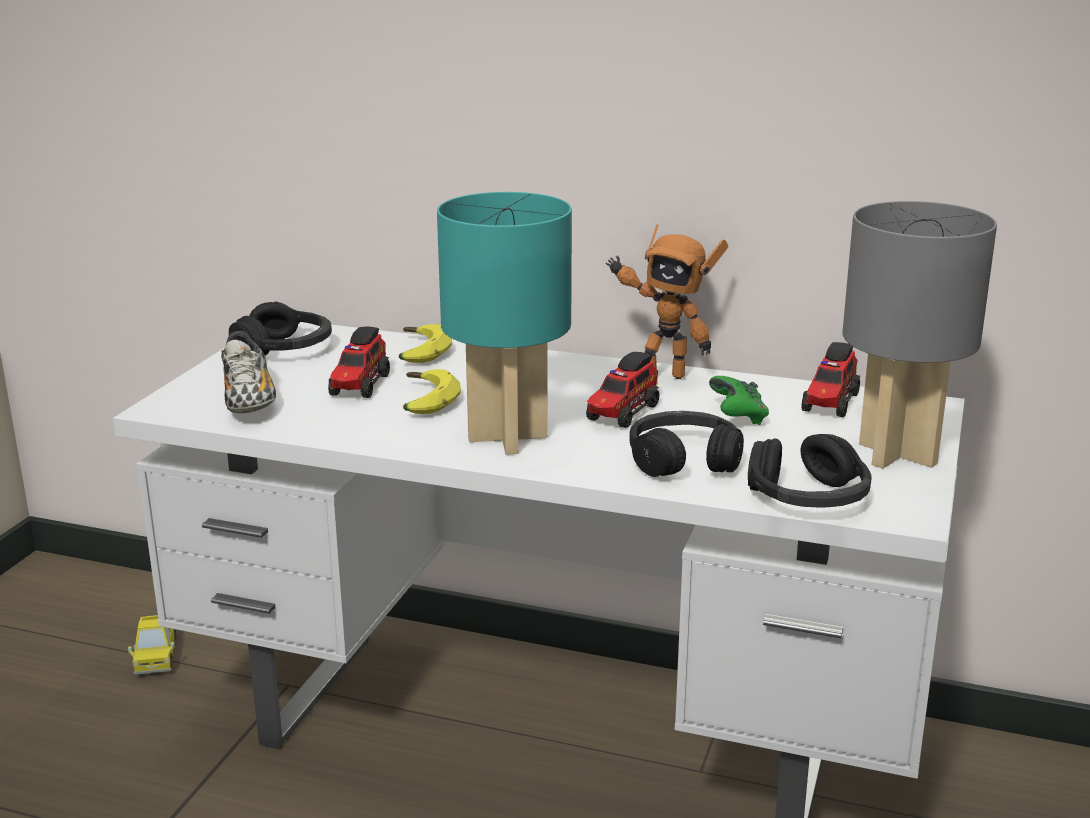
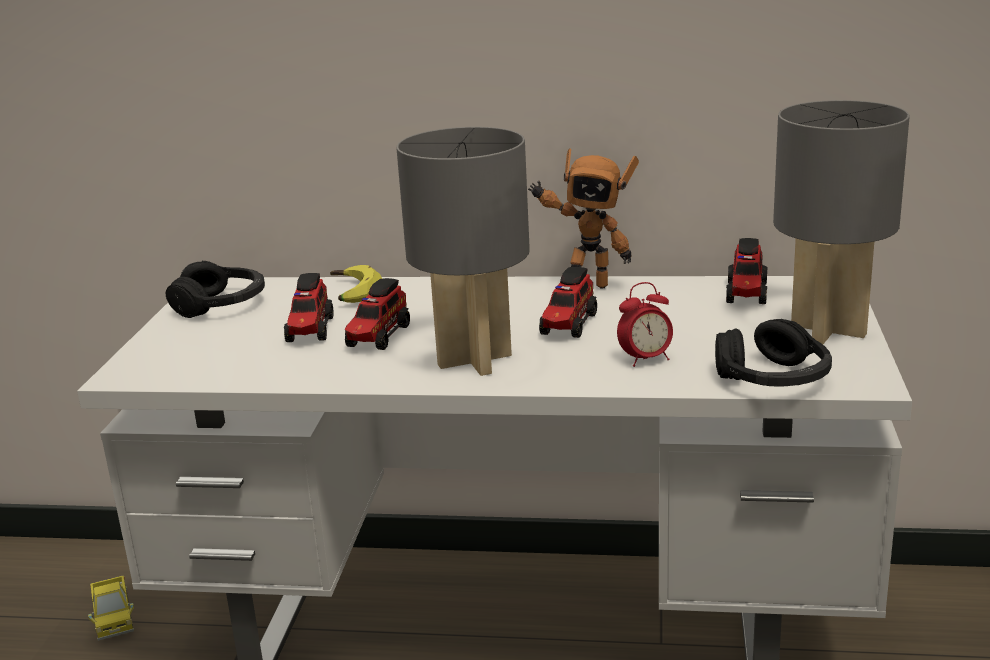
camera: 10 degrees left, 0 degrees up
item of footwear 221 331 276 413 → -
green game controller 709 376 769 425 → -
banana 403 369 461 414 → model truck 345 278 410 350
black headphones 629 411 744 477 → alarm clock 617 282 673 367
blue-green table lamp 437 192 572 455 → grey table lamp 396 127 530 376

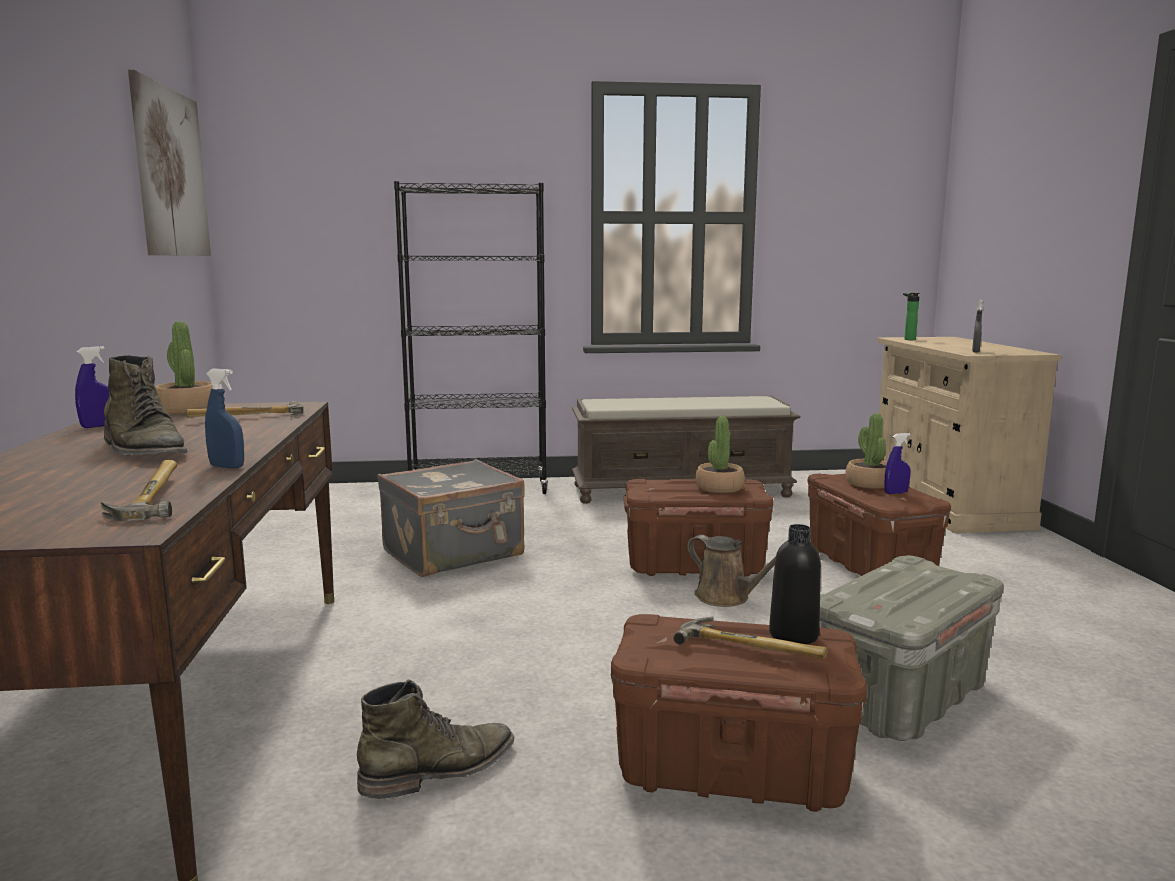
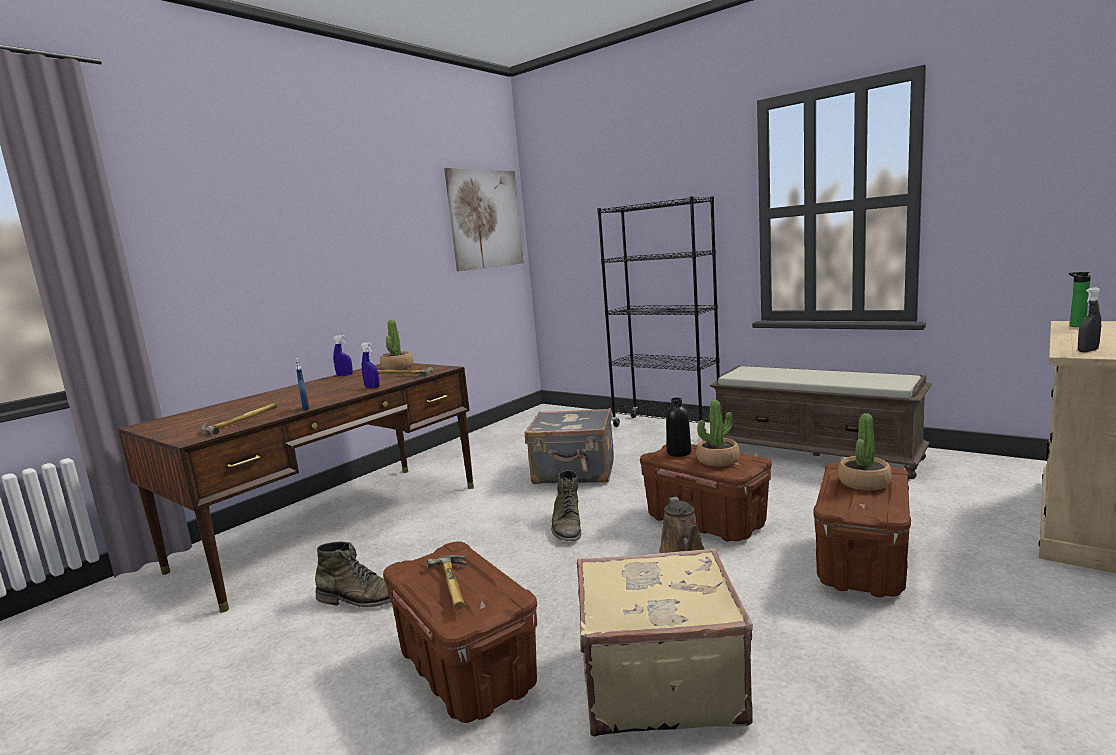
camera: 45 degrees right, 0 degrees up
green boot 104 355 187 455 → green boot 551 470 581 541, move
black drink bottle 769 524 821 644 → black drink bottle 666 398 691 457, move
blue sprayer 884 433 911 494 → blue sprayer 361 342 380 388, move
grey storage container 819 556 1004 741 → sand-coloured suitcase 577 548 753 737

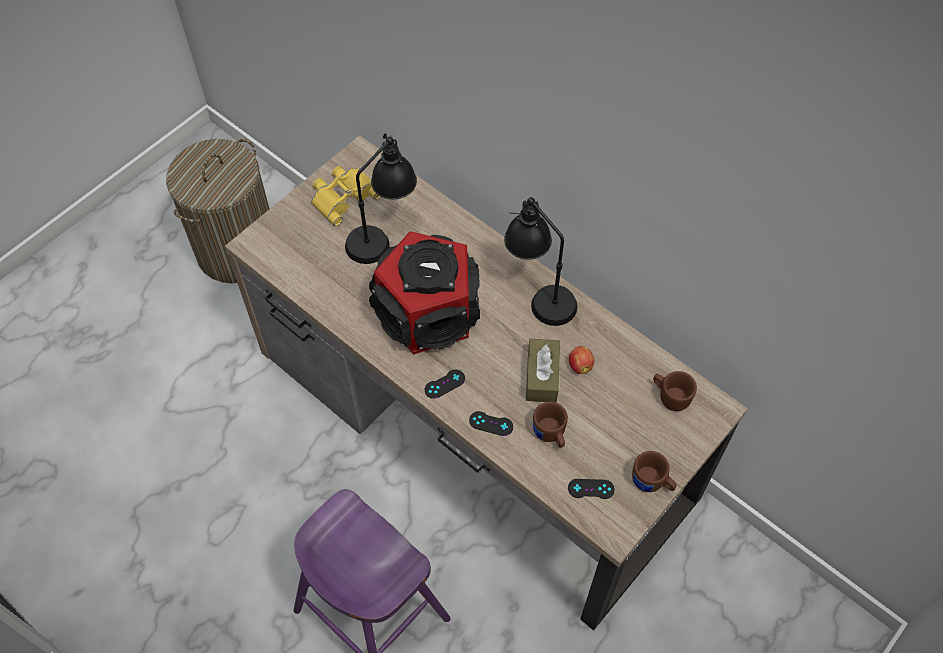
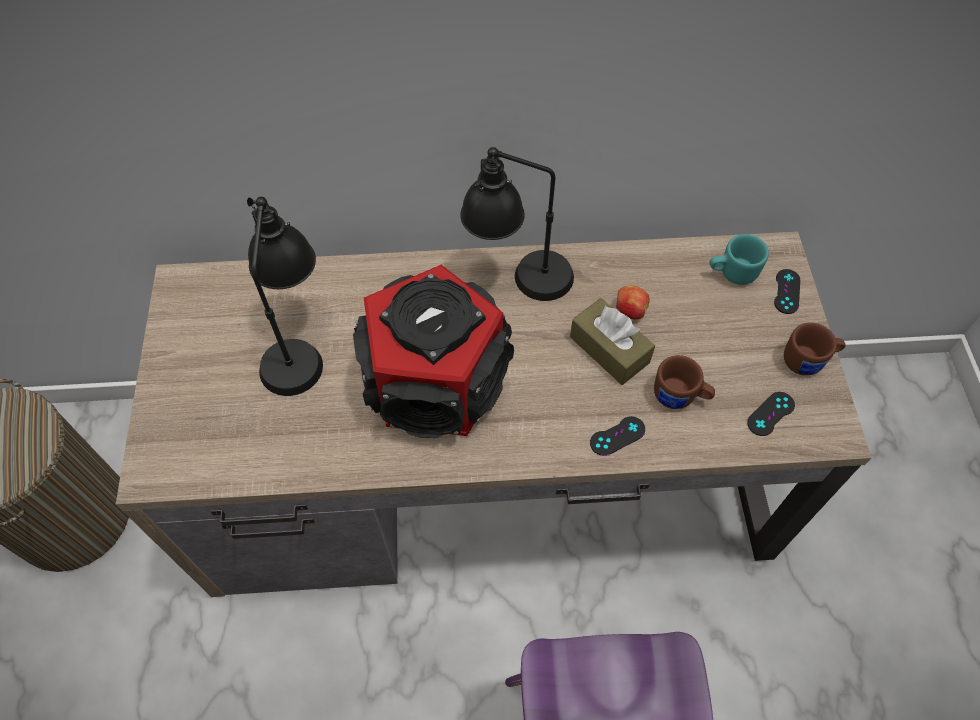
camera: 45 degrees left, 0 degrees up
yellow-coloured field glasses 311 166 381 226 → -
black game controller 425 369 465 399 → black game controller 774 269 800 314, move
brown-coloured tea mug 653 371 697 411 → blue-green tea mug 709 234 769 285

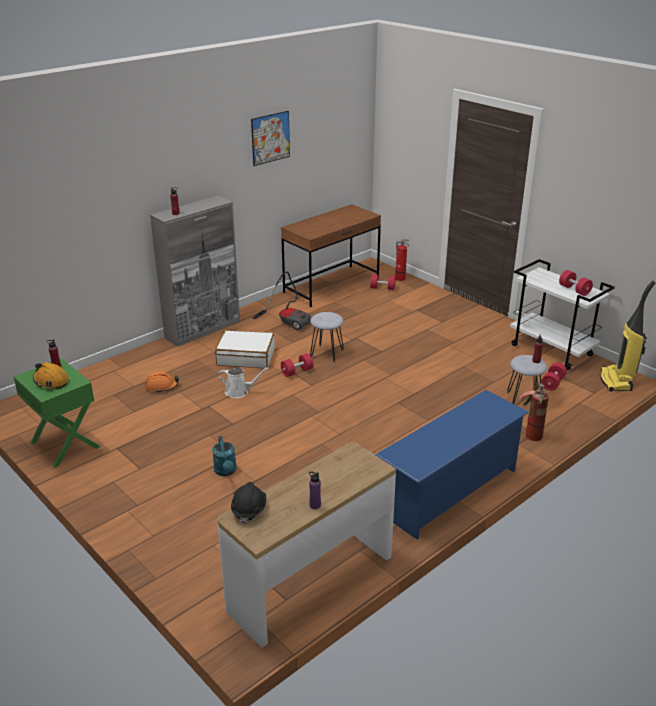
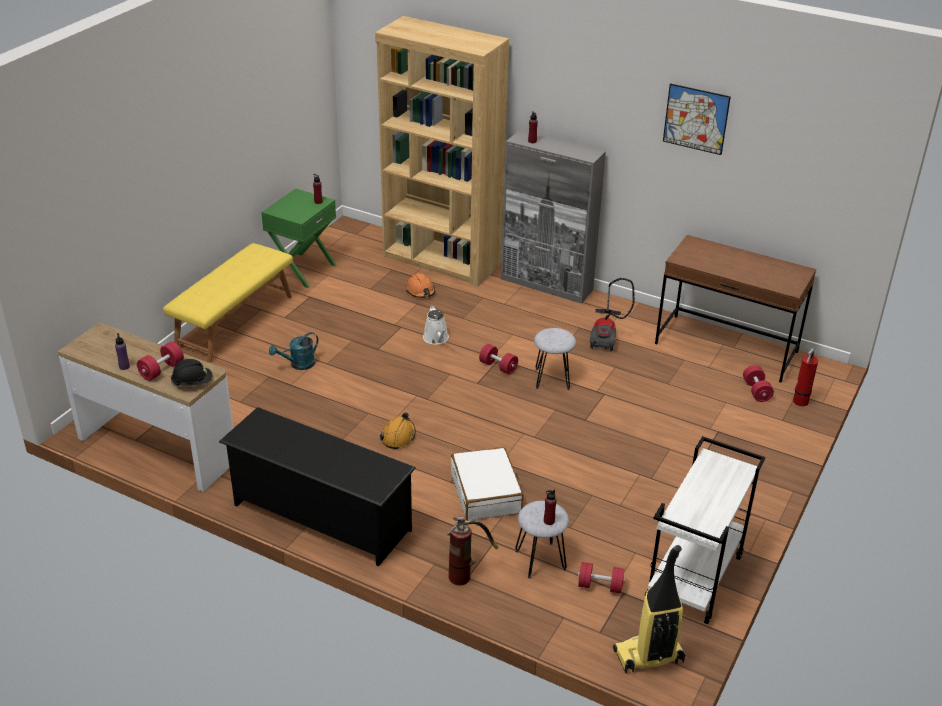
camera: 70 degrees right, 5 degrees up
- → yellow-coloured long seat 163 243 293 363
- → brown-coloured bookcase 375 16 509 287
orange-coloured hard hat 33 362 69 389 → orange-coloured hard hat 380 412 416 449, move
white-coloured suitcase 215 330 275 368 → white-coloured suitcase 451 447 524 521, move
black hard hat 231 482 266 524 → black hard hat 171 359 212 386, move
red-coloured free weight 559 270 593 296 → red-coloured free weight 137 342 184 381, move
blue shoe shelf 375 390 529 539 → black shoe shelf 219 407 416 567

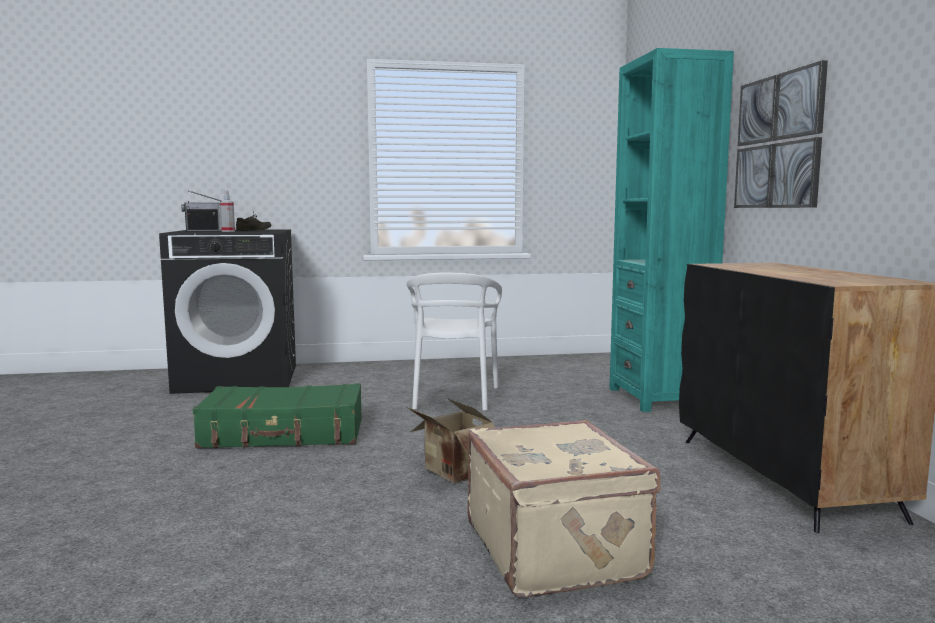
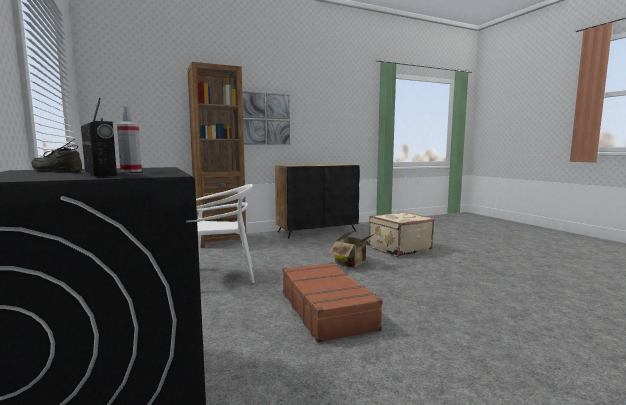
camera: 105 degrees left, 0 degrees up
green suitcase 193 383 362 448 → brown-coloured suitcase 282 262 383 343
blue-green bookcase 609 48 734 412 → brown-coloured bookcase 187 62 246 248

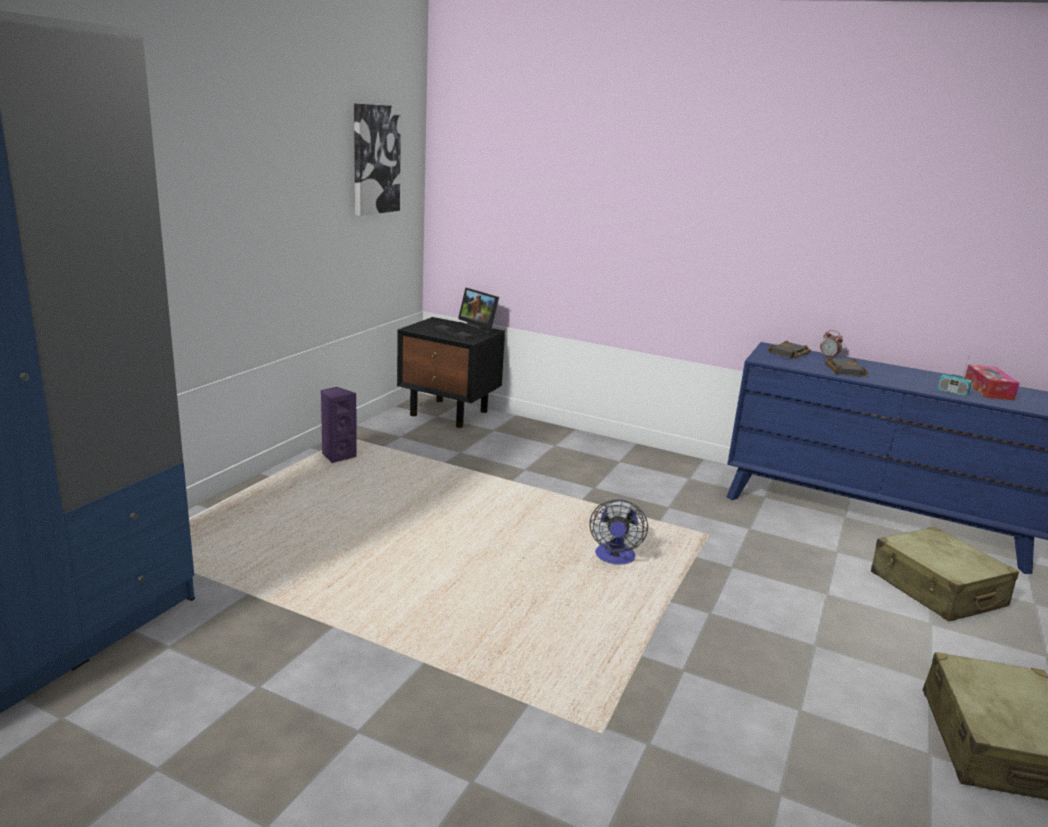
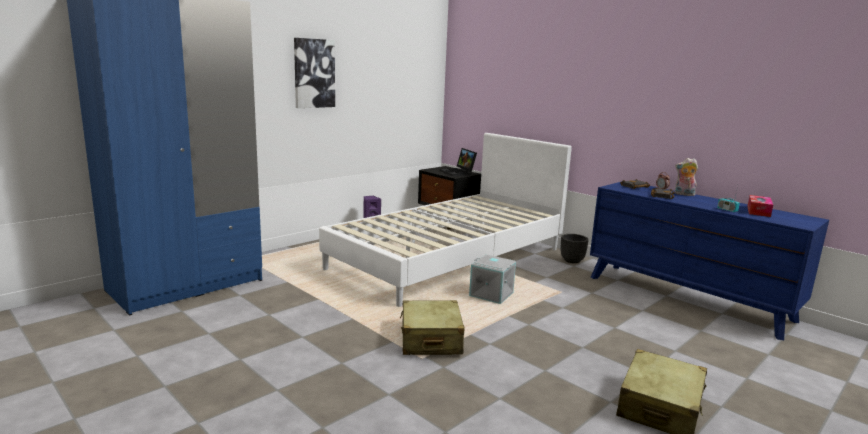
camera: 20 degrees right, 5 degrees down
- → white-coloured bedroom bed 319 133 572 307
- → black plant pot 561 234 589 263
- → plush toy 675 158 698 196
wall art 354 103 401 216 → wall art 294 38 335 108, move
sand-coloured suitcase 871 527 1019 621 → sand-coloured suitcase 400 300 465 355, move
electric fan 589 499 648 565 → grey storage container 469 255 516 304

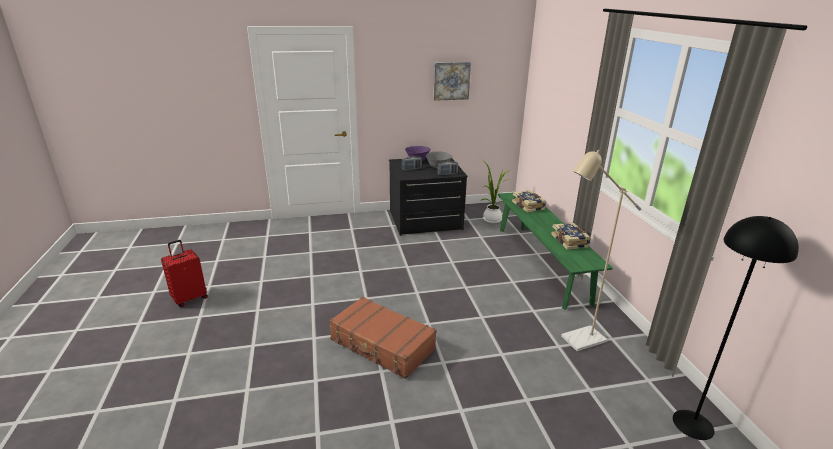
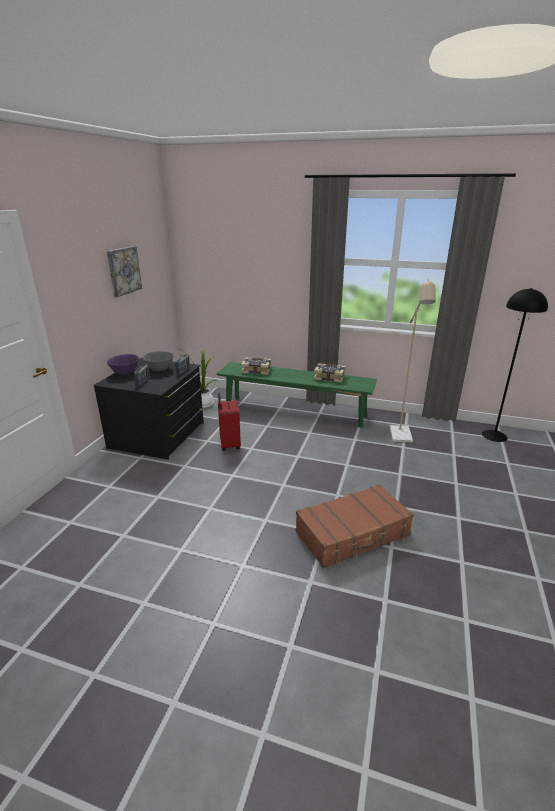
camera: 60 degrees left, 0 degrees up
red-coloured suitcase 161 240 208 307 → red-coloured suitcase 218 393 241 451, move

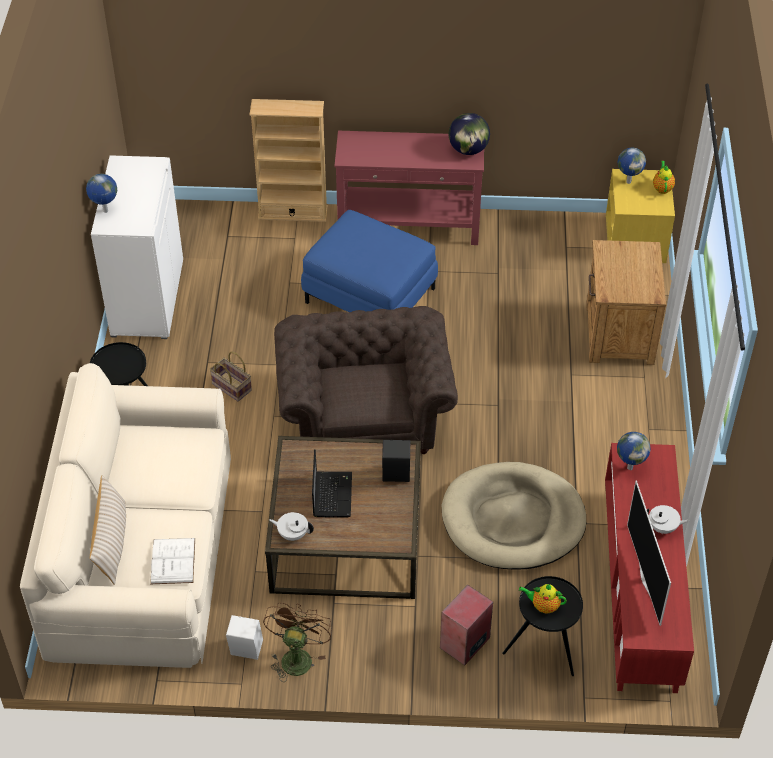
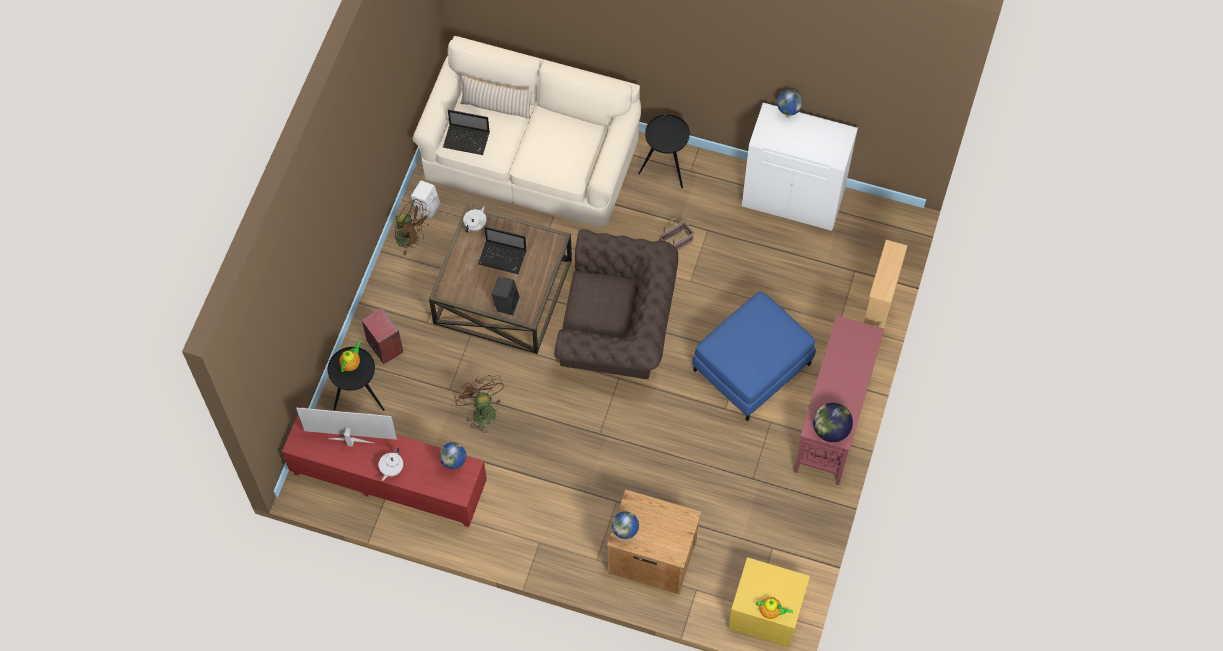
camera: 105 degrees right, 15 degrees up
globe 618 147 646 184 → globe 612 511 639 539, move
white-coloured bound book 150 538 195 584 → notebook computer 443 110 490 155
sand-coloured dog cushion 442 462 586 570 → brown-coloured electric fan 454 375 504 433

